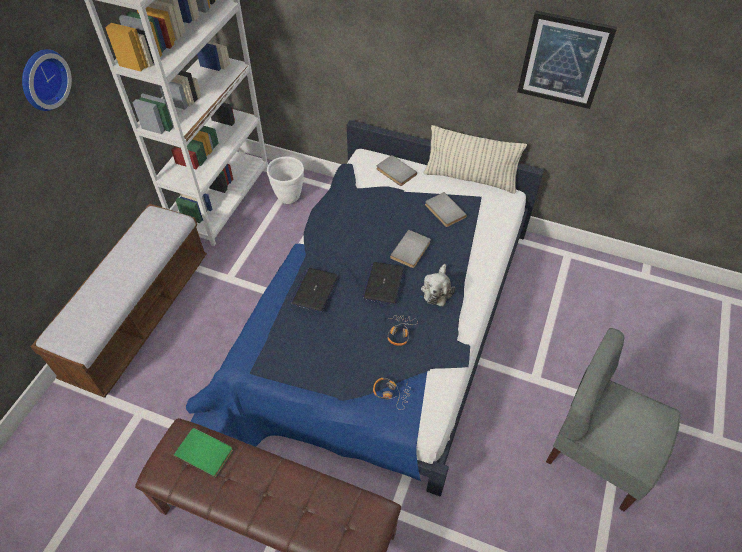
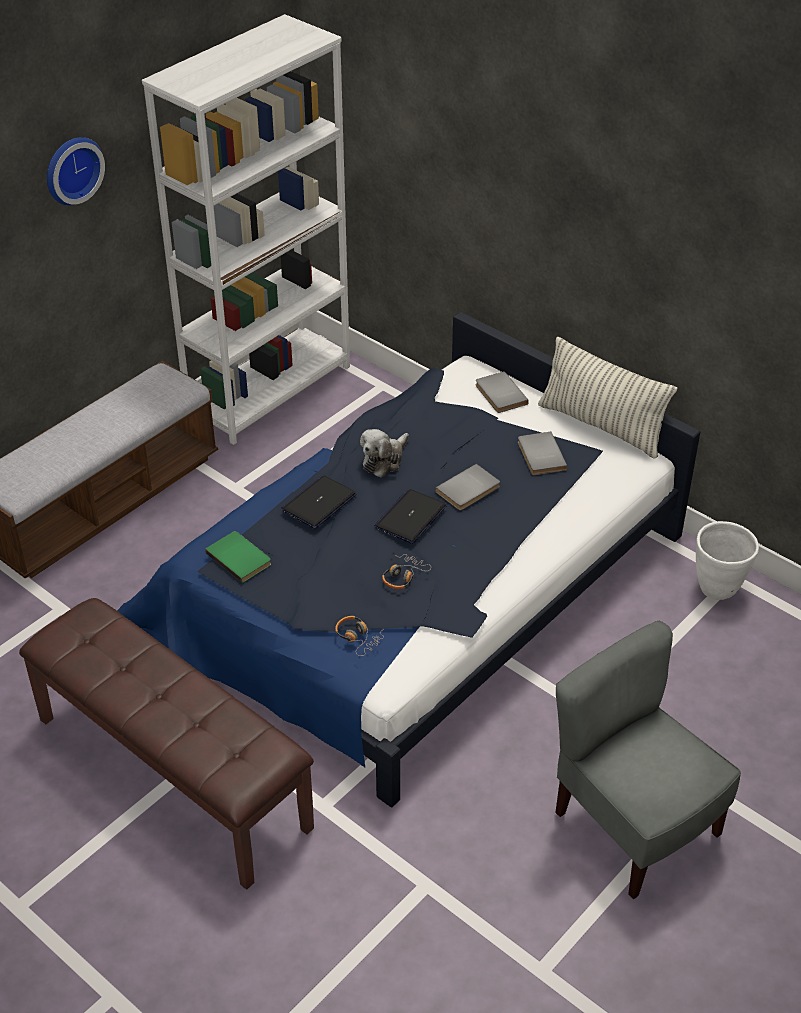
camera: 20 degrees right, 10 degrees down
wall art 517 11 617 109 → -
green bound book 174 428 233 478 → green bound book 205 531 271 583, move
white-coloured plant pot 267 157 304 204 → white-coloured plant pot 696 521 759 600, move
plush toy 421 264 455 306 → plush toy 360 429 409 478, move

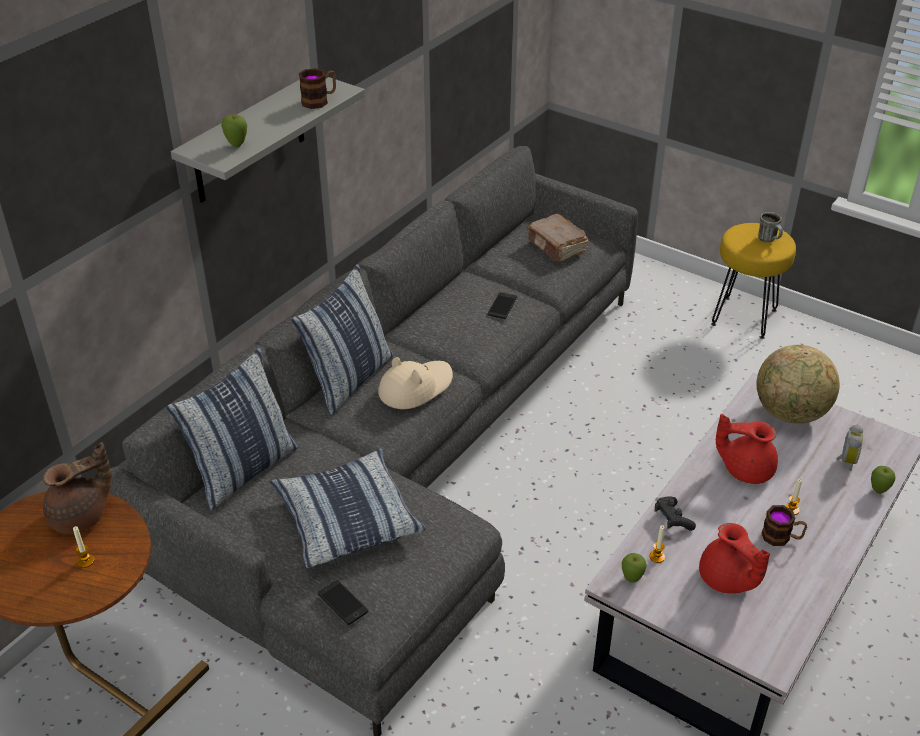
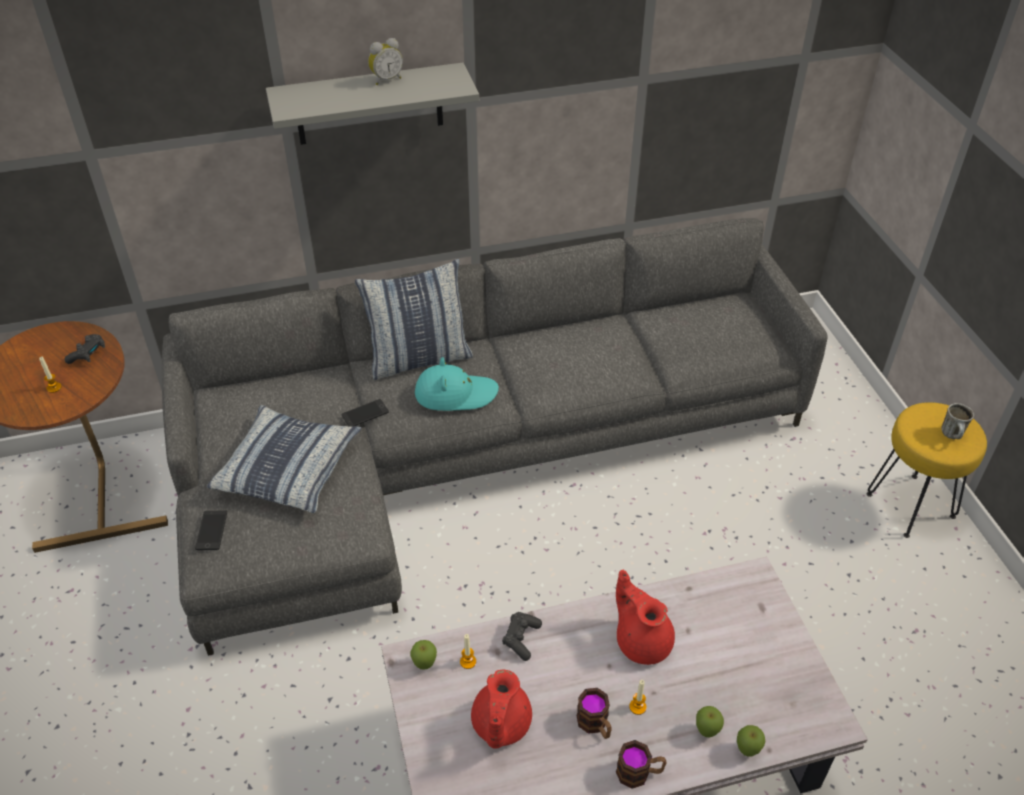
camera: 40 degrees right, 5 degrees up
pillow 166 347 299 510 → -
brown-coloured bound book 527 214 589 263 → -
globe 757 345 840 424 → -
apple 221 114 247 147 → apple 696 706 724 738, move
tea mug 299 68 336 109 → tea mug 616 740 667 789, move
phone 487 292 517 319 → phone 342 399 389 426, move
alarm clock 837 424 863 471 → alarm clock 368 38 403 85, move
brown-coloured pot for tea 43 442 112 534 → black game controller 64 334 105 364
sand-coloured hat 378 357 453 409 → blue-green hat 415 357 499 411

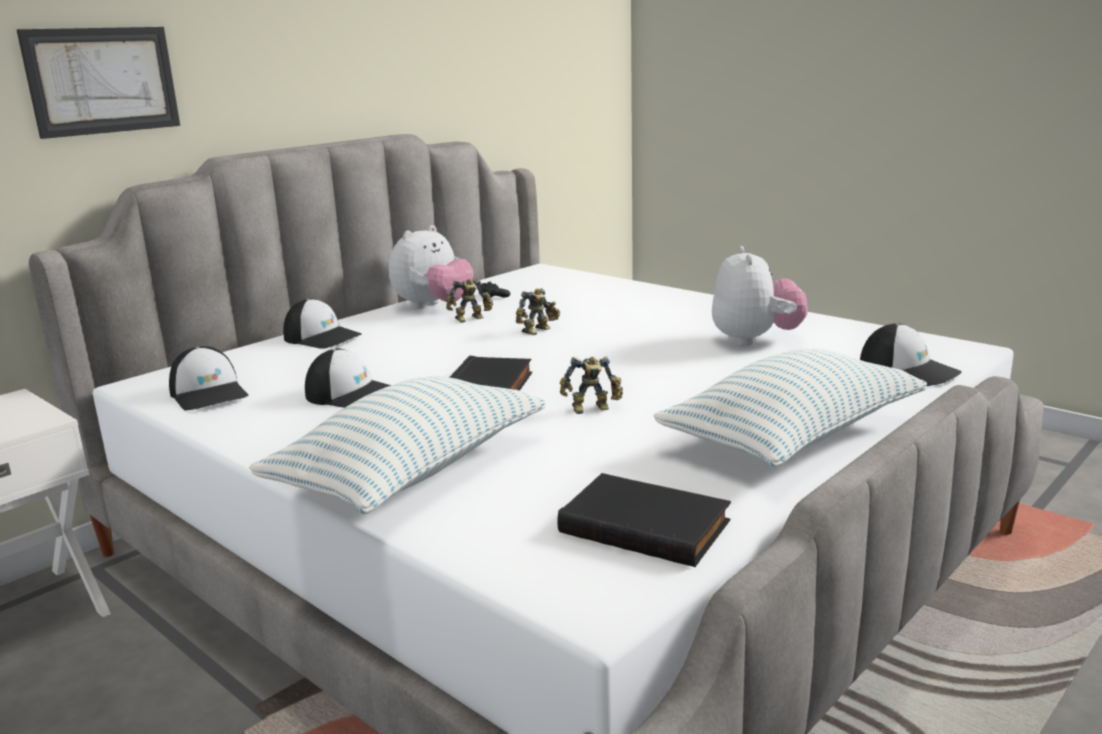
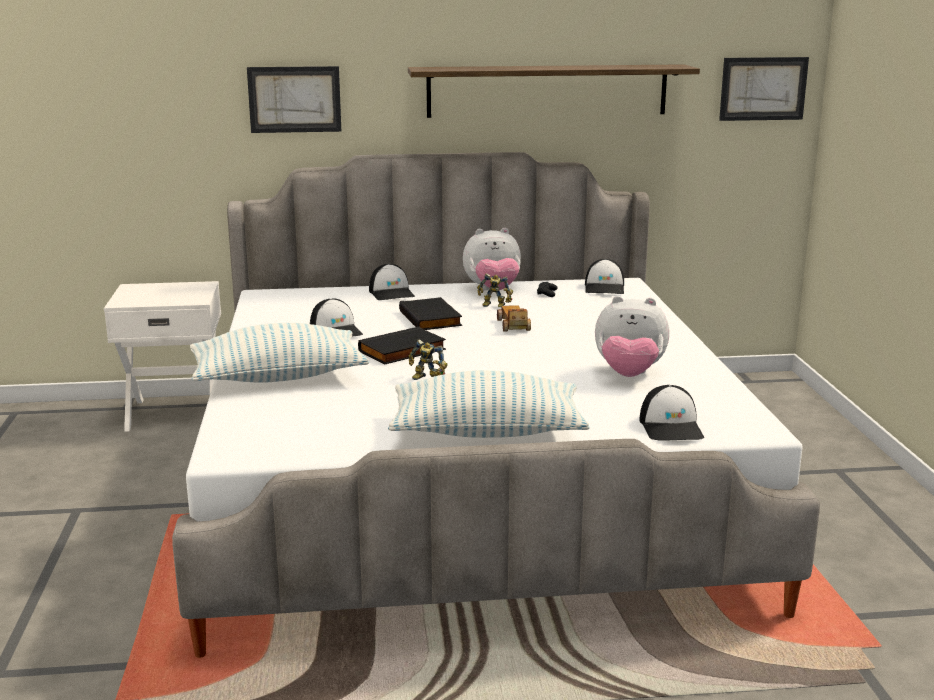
camera: 40 degrees right, 0 degrees up
- → shelf 408 64 700 118
- → wall art 719 57 809 121
cap 169 346 249 411 → cap 585 259 624 294, move
black bound book 557 473 731 567 → black bound book 399 297 462 330, move
robot figure 516 288 560 335 → model car 497 305 531 332
plush toy 712 246 807 346 → plush toy 595 296 670 377, 60 degrees clockwise

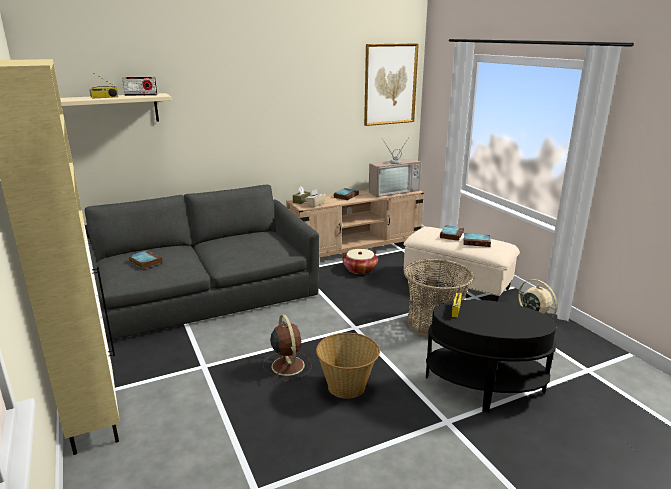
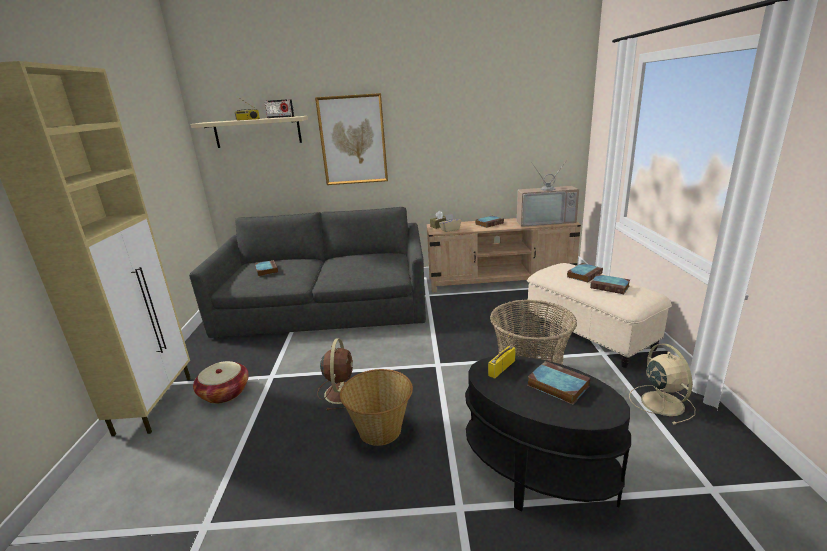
camera: 25 degrees right, 0 degrees up
- → bound book 528 361 590 405
household basket 343 249 378 274 → household basket 193 361 249 404, move
wall art 364 44 419 126 → wall art 315 93 388 185, move

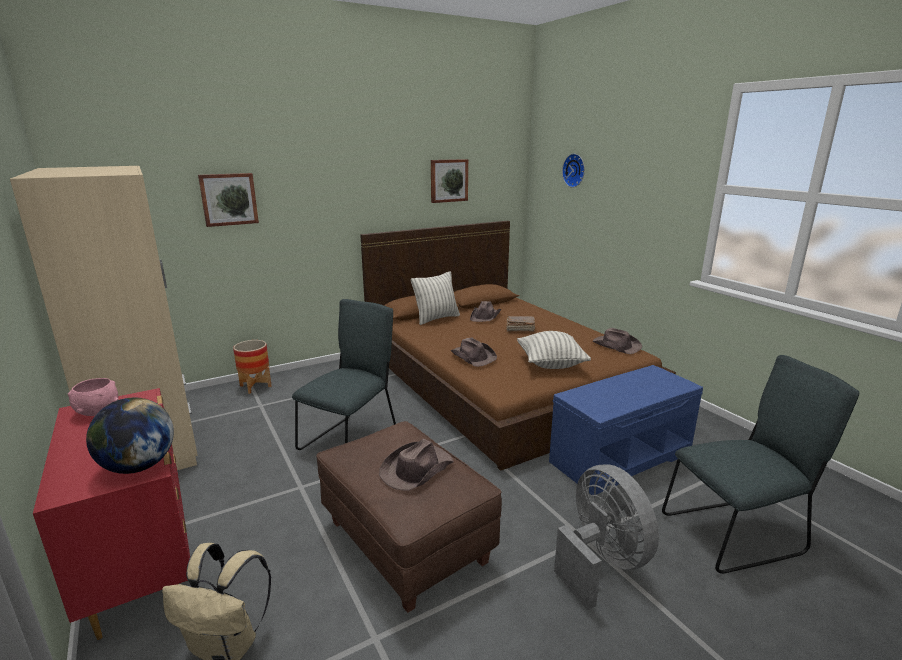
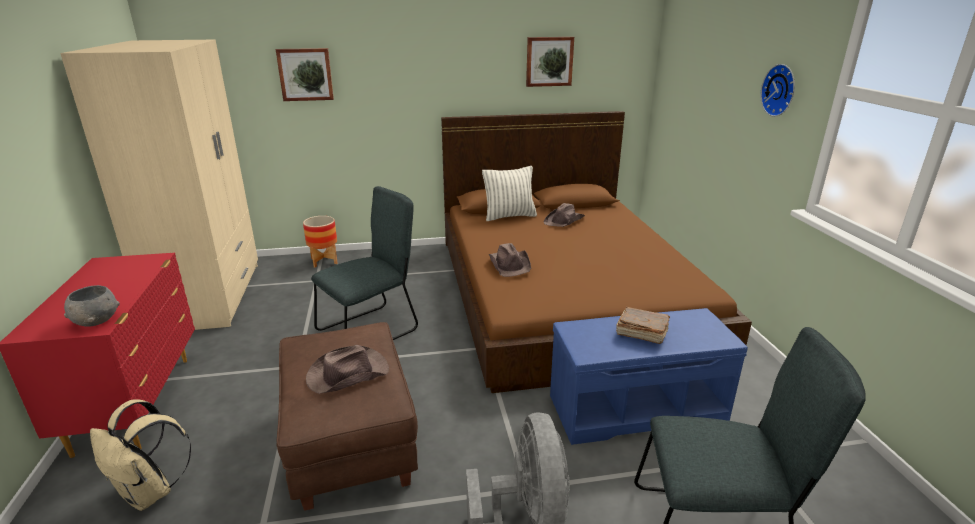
camera: 20 degrees right, 5 degrees up
pink deep dish 68 378 119 416 → -
pillow 517 331 591 369 → -
brown-coloured hat 593 328 642 354 → -
brown-coloured bound book 506 316 535 332 → brown-coloured bound book 616 307 670 344, move
wall clock 562 154 585 188 → wall clock 760 64 795 117, move
globe 86 397 174 474 → grey deep dish 64 285 120 327

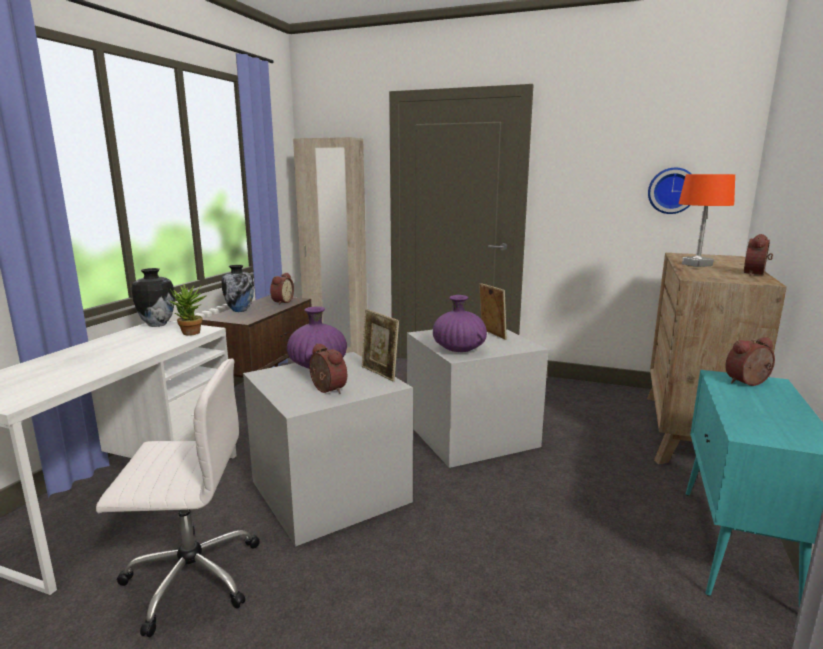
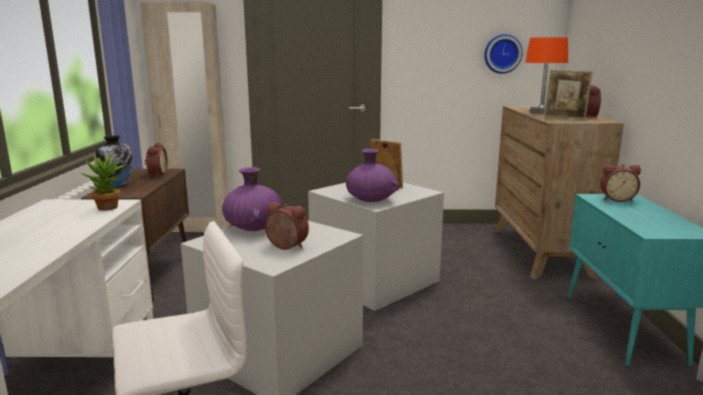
camera: 20 degrees left, 0 degrees up
decorative vase 132 268 175 327 → -
standing frame 362 309 399 381 → standing frame 544 70 593 120, move
alarm clock 725 337 775 386 → alarm clock 600 164 641 202, 135 degrees counterclockwise

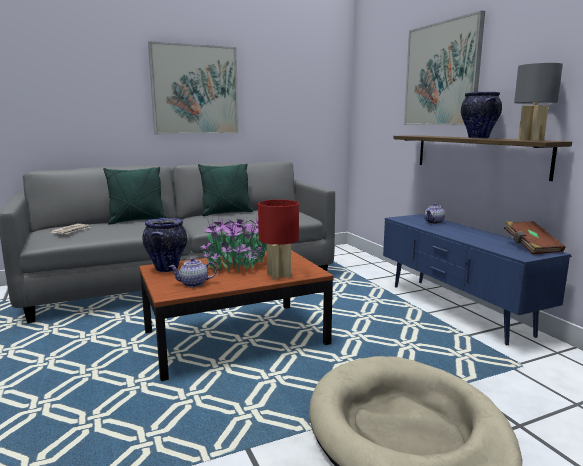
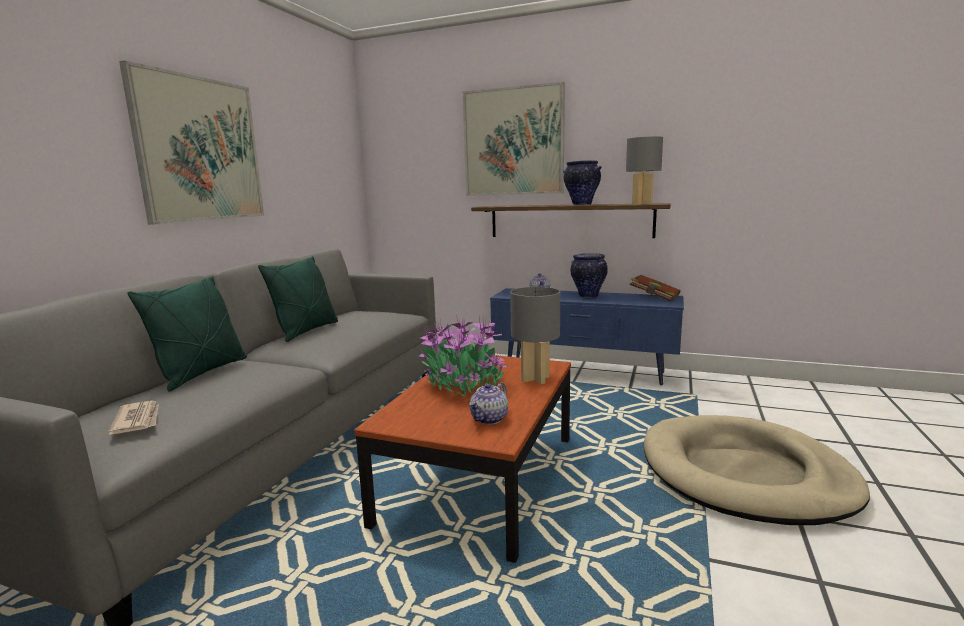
camera: 45 degrees left, 0 degrees up
decorative vase 143 218 187 272 → decorative vase 571 253 608 298, move
red-coloured table lamp 258 200 299 280 → grey table lamp 510 287 560 384

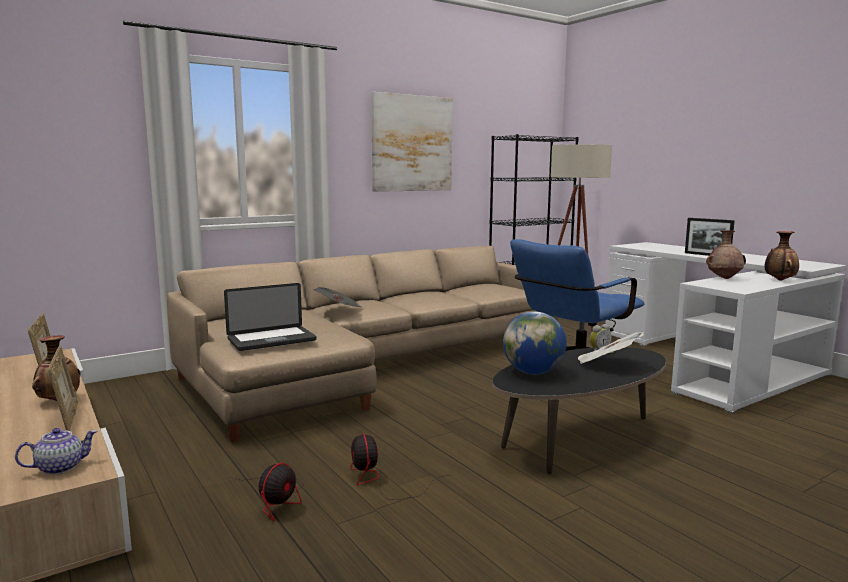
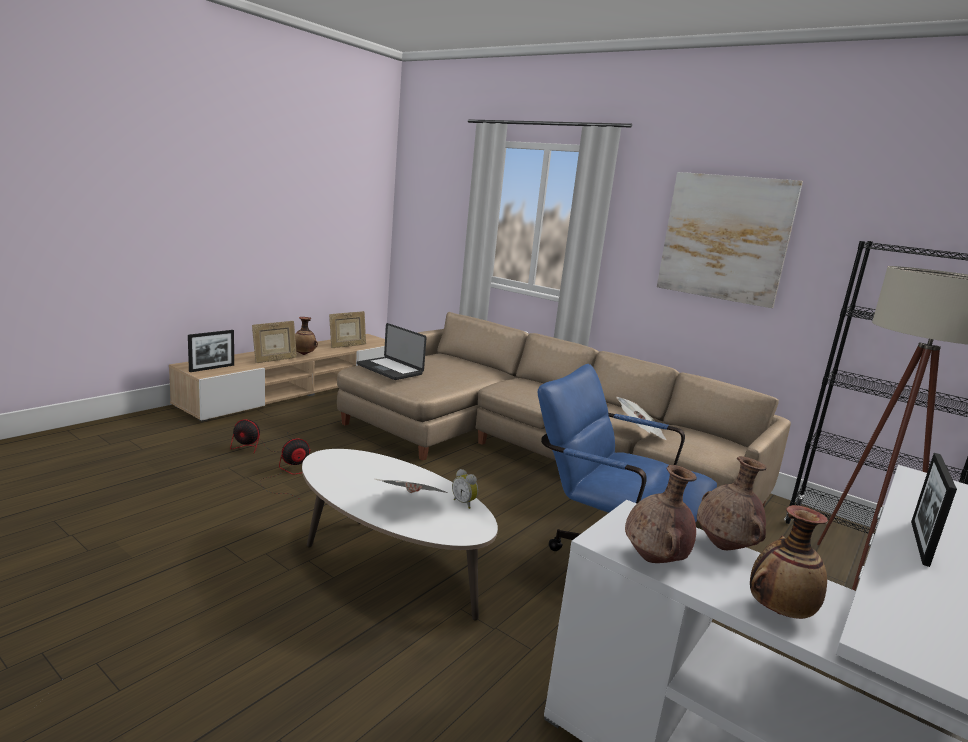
camera: 70 degrees right, 5 degrees up
globe 503 312 567 374 → -
- → brown-coloured decorative vase 625 465 697 563
newspaper 313 287 362 307 → newspaper 617 397 666 440, move
pot for tea 15 428 97 475 → standing frame 188 330 234 372
black low table 492 347 666 474 → white-coloured low table 302 449 498 621

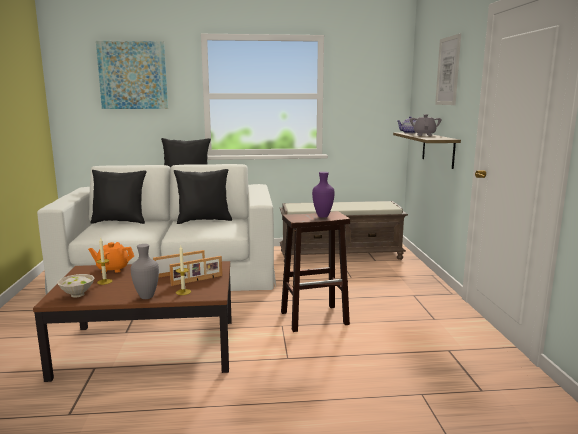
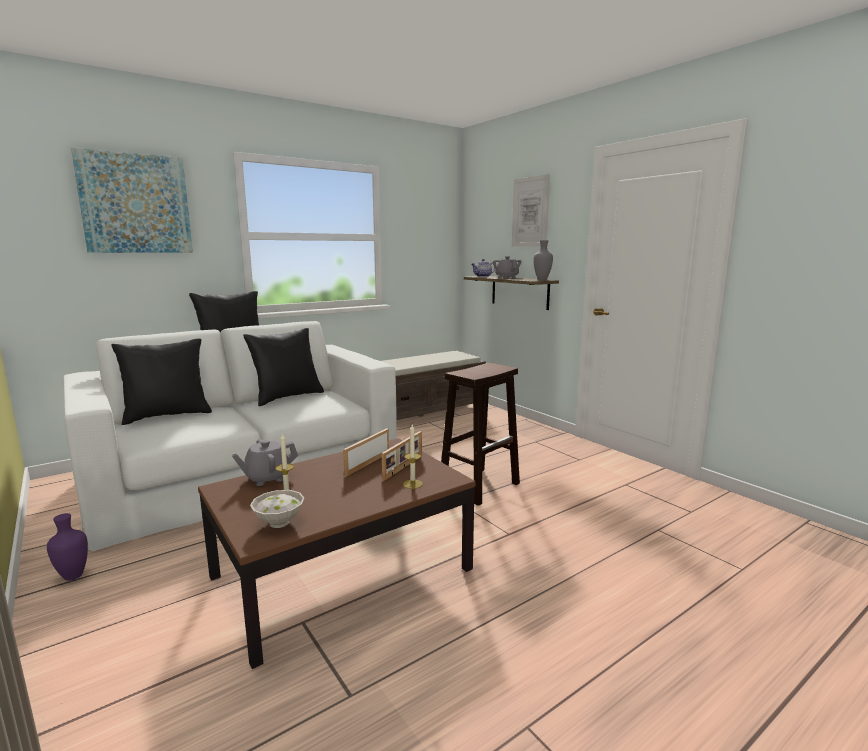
camera: 30 degrees left, 0 degrees up
grey decorative vase 131 244 159 299 → grey decorative vase 534 240 553 280, move
purple-coloured decorative vase 312 172 335 218 → purple-coloured decorative vase 47 513 88 581, move
orange-coloured pot for tea 88 242 134 273 → grey pot for tea 231 439 298 486

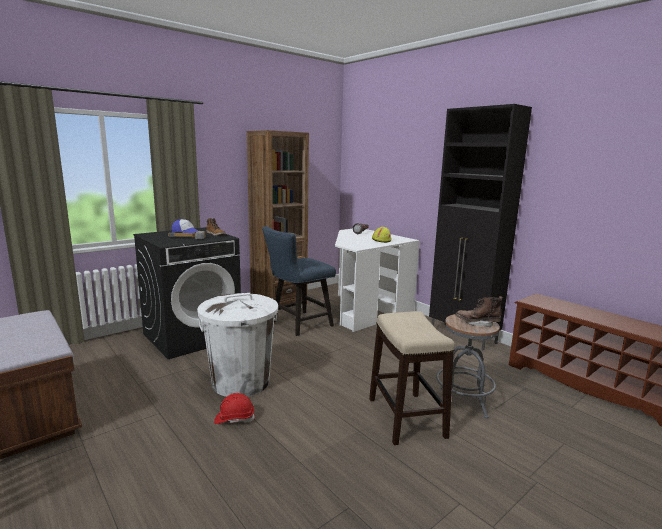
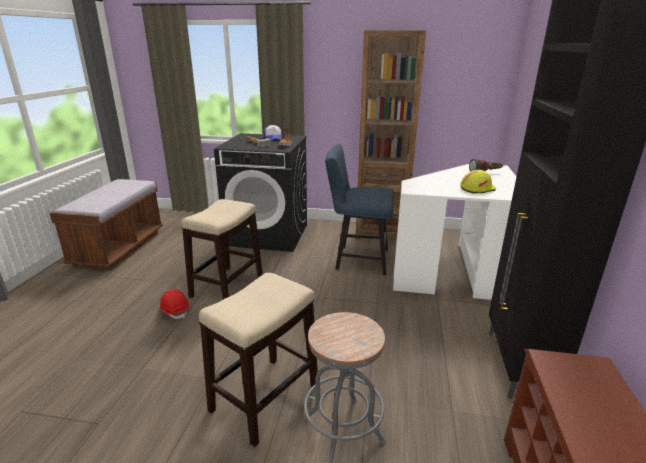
camera: 50 degrees right, 10 degrees up
brown-coloured boot 455 296 503 327 → -
white-coloured waste bin 197 293 278 397 → sitting stool 181 199 263 299

